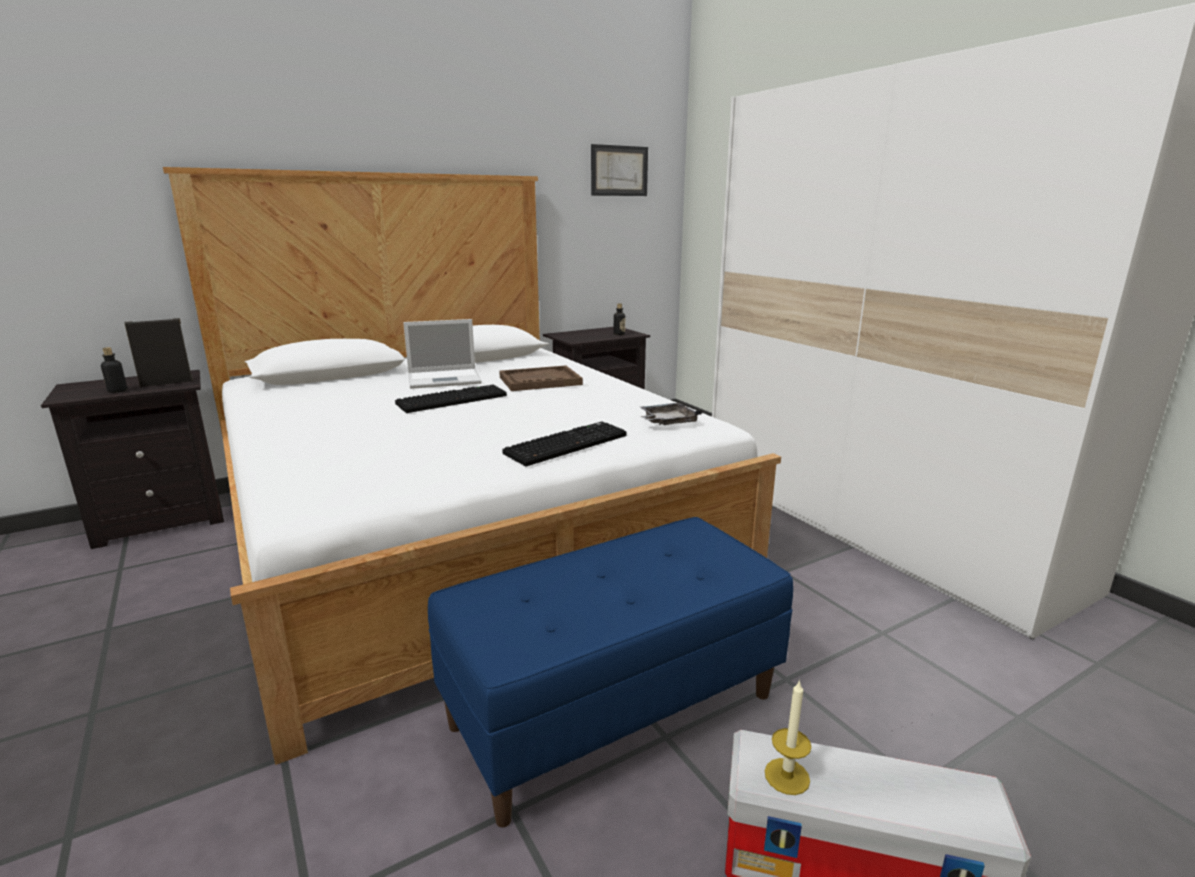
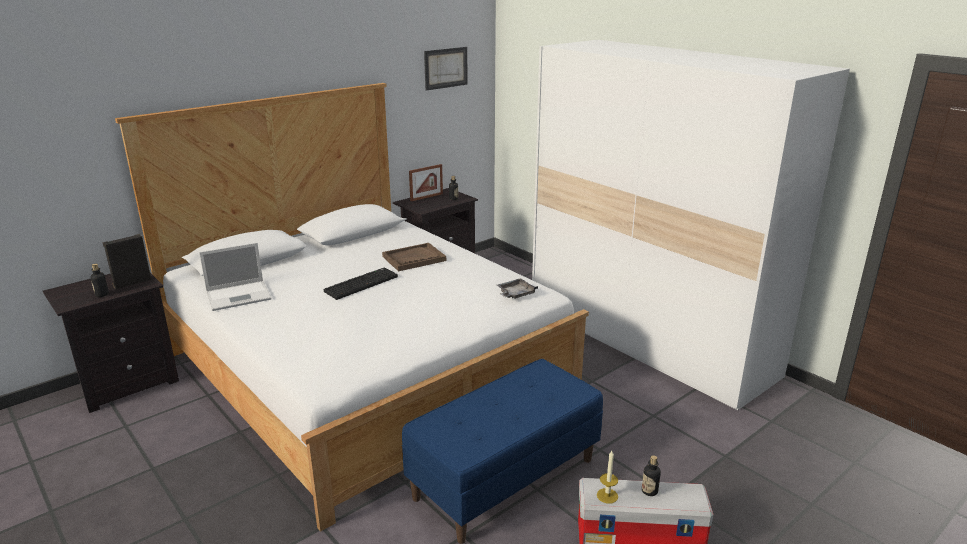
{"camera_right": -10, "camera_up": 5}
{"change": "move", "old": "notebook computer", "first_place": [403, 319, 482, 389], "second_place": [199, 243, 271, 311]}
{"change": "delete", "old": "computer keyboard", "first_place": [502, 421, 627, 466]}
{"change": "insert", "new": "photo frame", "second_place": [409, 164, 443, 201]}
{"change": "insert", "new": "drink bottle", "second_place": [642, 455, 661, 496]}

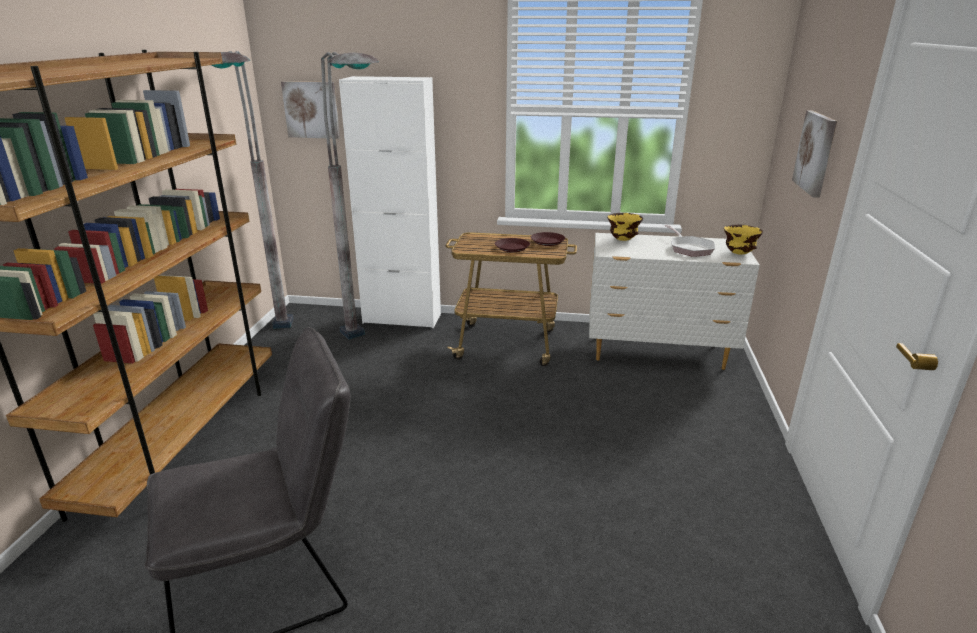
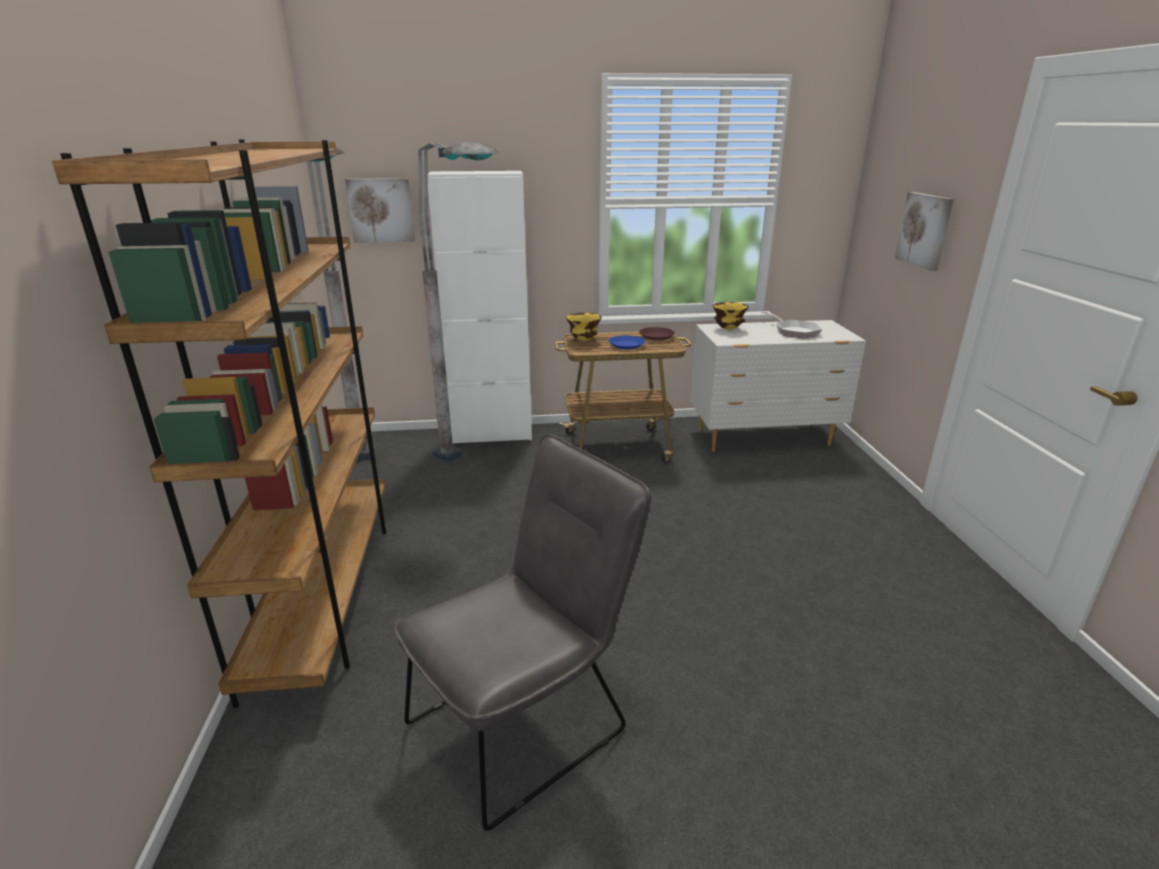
{"camera_right": -15, "camera_up": 0}
{"change": "move", "old": "yellow-coloured serving bowl", "first_place": [724, 224, 763, 255], "second_place": [566, 312, 602, 341]}
{"change": "recolor", "old": "brown flat dish", "new": "blue-coloured flat dish", "first_place": [495, 238, 530, 252], "second_place": [609, 335, 645, 350]}

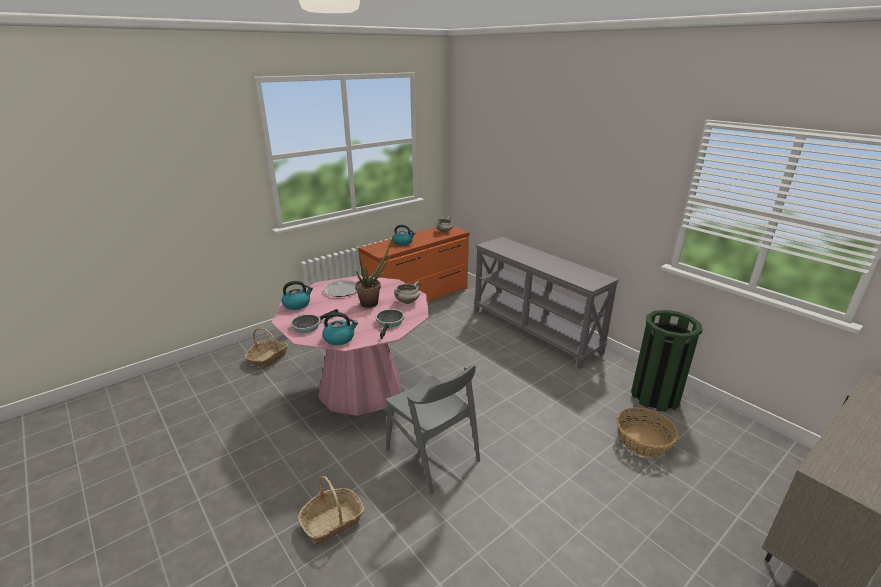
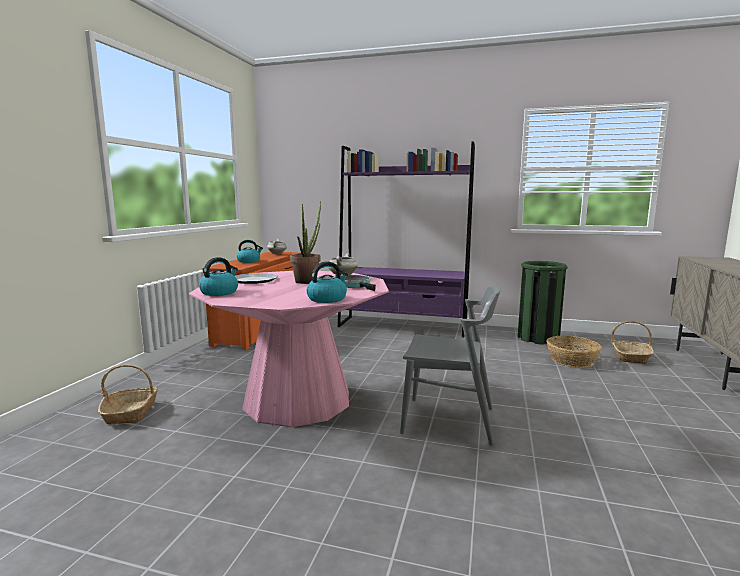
{"camera_right": -35, "camera_up": -15}
{"change": "replace", "old": "grey console table", "new": "purple-coloured shelving unit", "first_place": [474, 237, 619, 369], "second_place": [338, 141, 475, 337]}
{"change": "delete", "old": "pan", "first_place": [290, 309, 338, 333]}
{"change": "move", "old": "basket", "first_place": [298, 476, 365, 544], "second_place": [611, 321, 654, 364]}

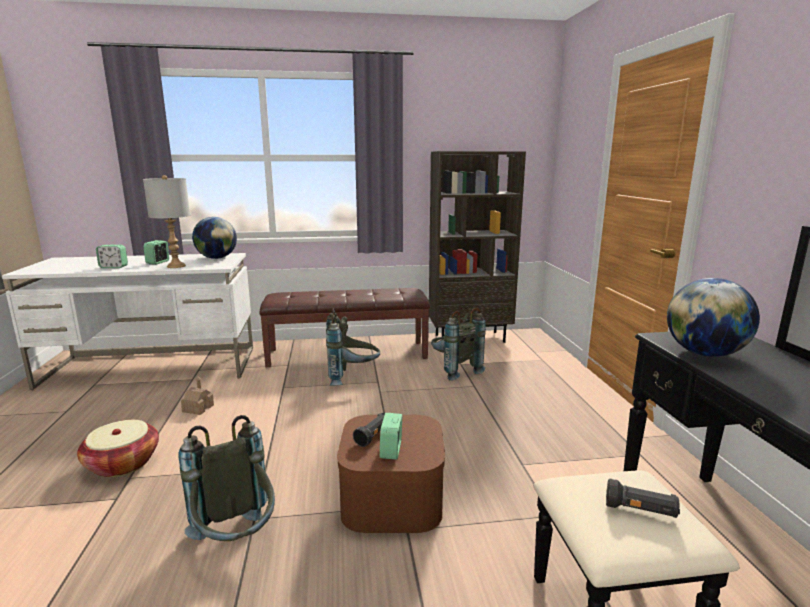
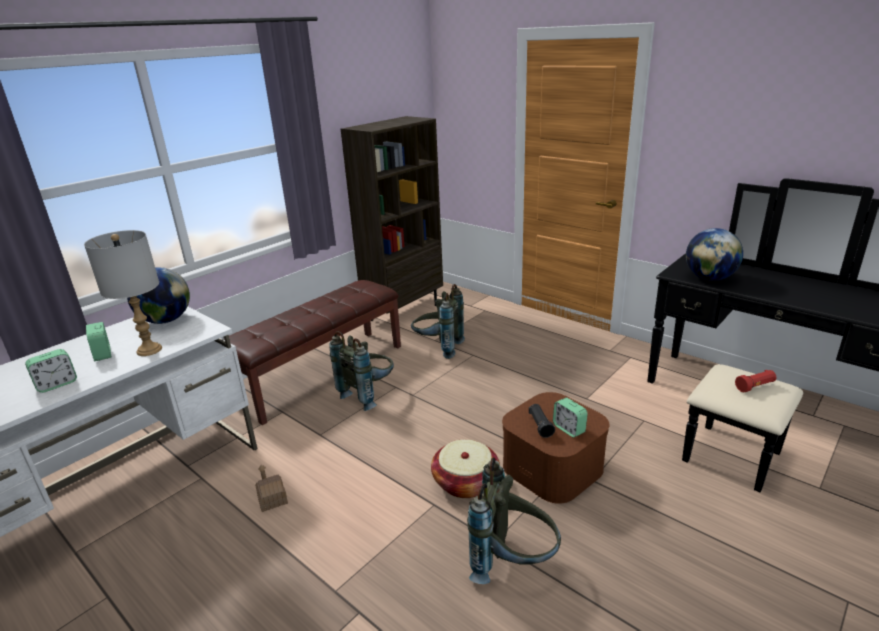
{"camera_right": -40, "camera_up": 10}
{"change": "move", "old": "basket", "first_place": [77, 420, 159, 477], "second_place": [431, 440, 500, 498]}
{"change": "recolor", "old": "blackish flashlight", "new": "reddish flashlight", "first_place": [606, 478, 680, 518], "second_place": [735, 370, 777, 392]}

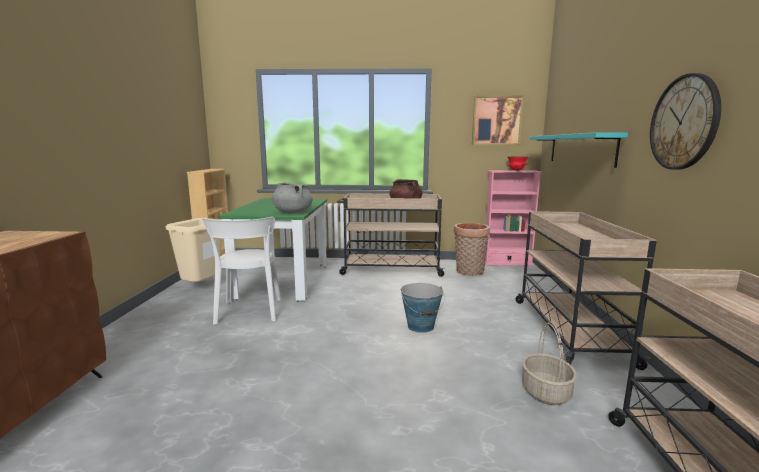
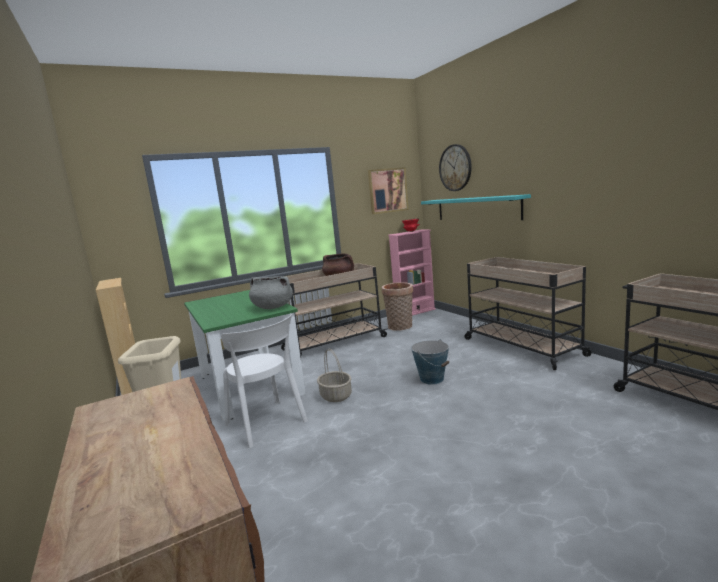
{"camera_right": -30, "camera_up": 0}
{"change": "move", "old": "hanging clock", "first_place": [650, 73, 721, 170], "second_place": [439, 144, 472, 191]}
{"change": "move", "old": "basket", "first_place": [522, 322, 577, 405], "second_place": [317, 348, 352, 402]}

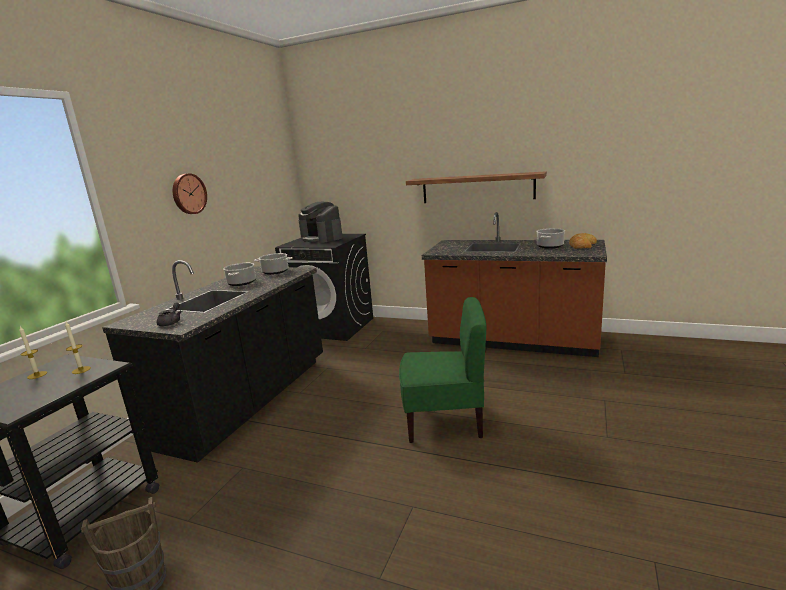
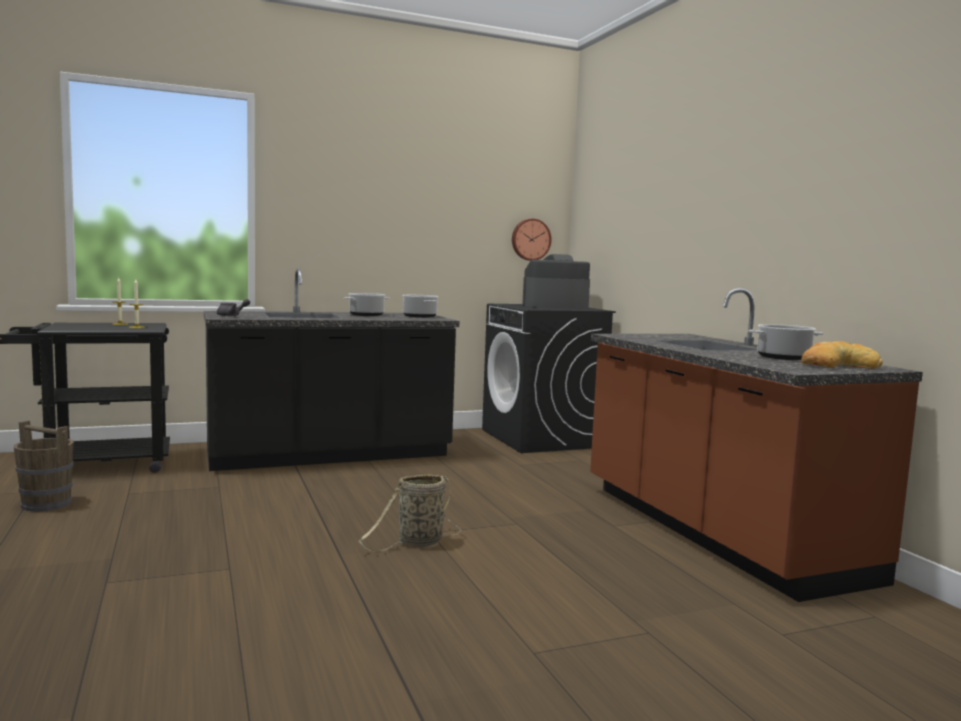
{"camera_right": 45, "camera_up": -10}
{"change": "delete", "old": "shelf", "first_place": [406, 171, 547, 203]}
{"change": "move", "old": "hanging clock", "first_place": [173, 173, 207, 214], "second_place": [512, 219, 552, 261]}
{"change": "rotate", "old": "coffee brewer", "first_place": [298, 202, 343, 243], "second_place": [522, 254, 590, 309], "degrees": 75}
{"change": "replace", "old": "green-coloured plain chair", "new": "basket", "first_place": [399, 297, 486, 443], "second_place": [359, 474, 461, 552]}

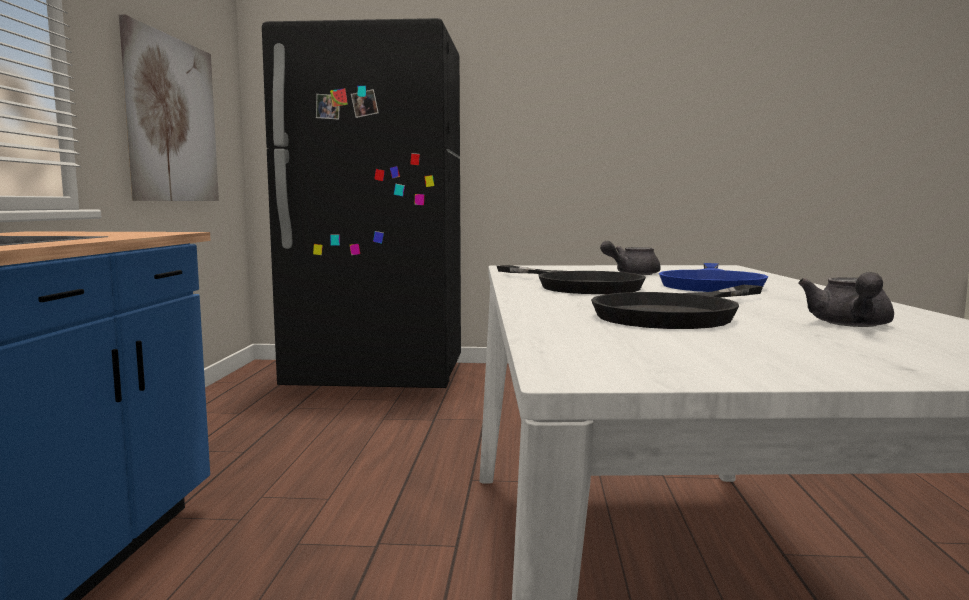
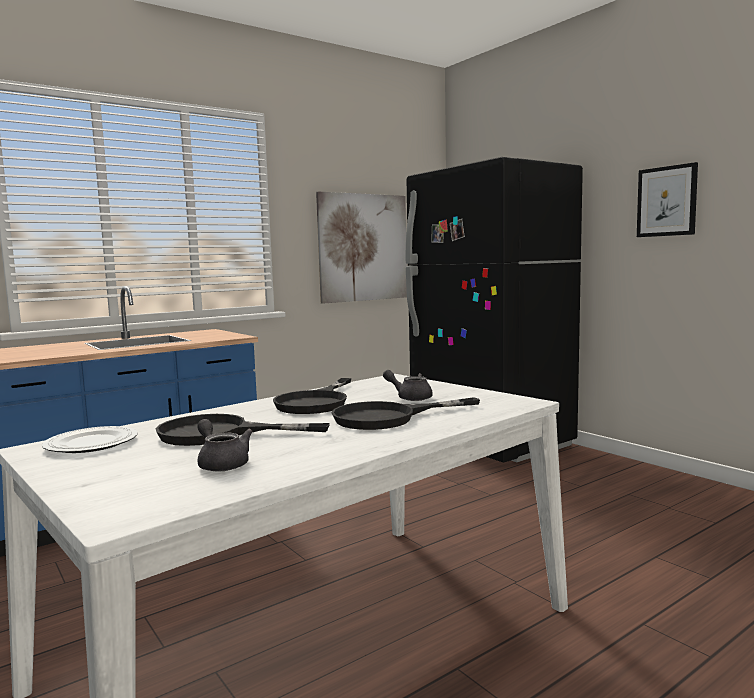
{"camera_right": 50, "camera_up": 0}
{"change": "recolor", "old": "blue-coloured pan", "new": "blackish pan", "first_place": [659, 263, 769, 292], "second_place": [331, 397, 480, 430]}
{"change": "rotate", "old": "grey tea pot", "first_place": [798, 272, 894, 327], "second_place": [197, 419, 253, 472], "degrees": 75}
{"change": "insert", "new": "wall picture", "second_place": [637, 162, 698, 237]}
{"change": "insert", "new": "flat dish", "second_place": [42, 426, 138, 453]}

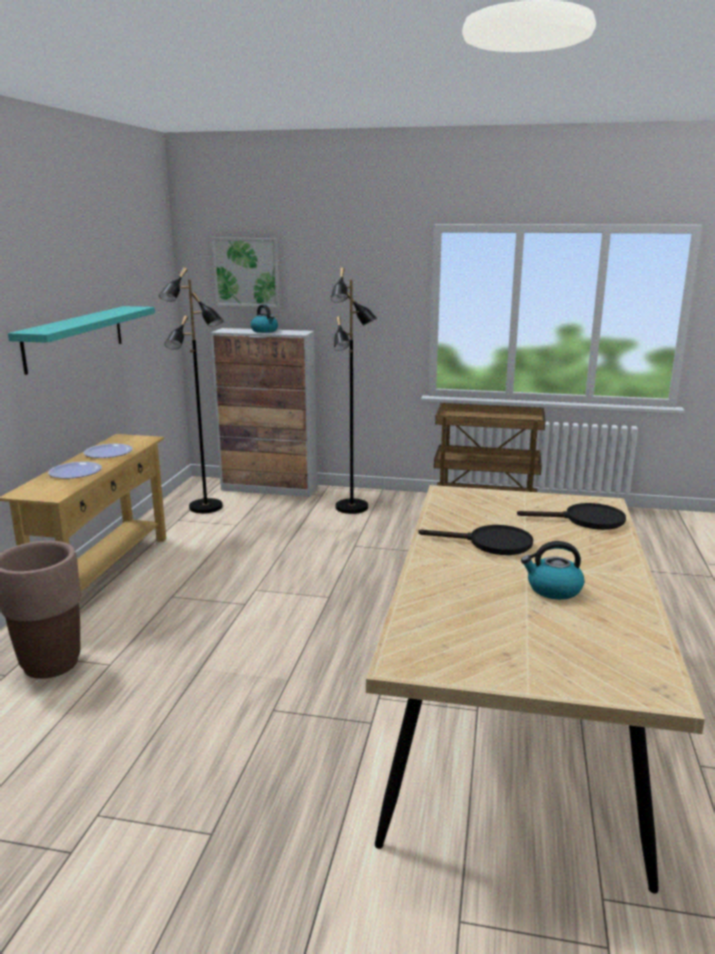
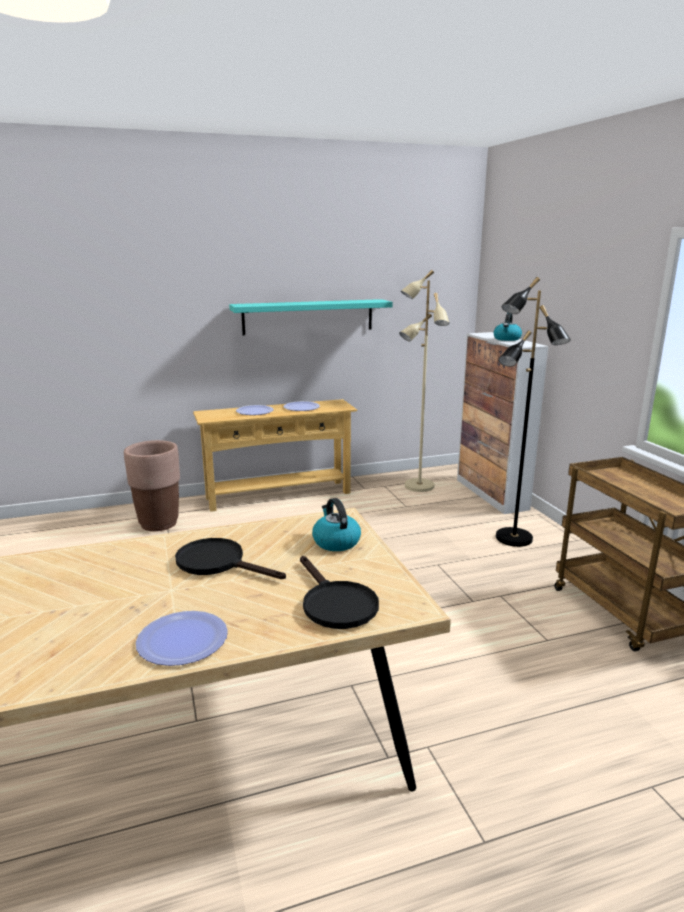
{"camera_right": 60, "camera_up": 0}
{"change": "delete", "old": "wall picture", "first_place": [212, 238, 280, 307]}
{"change": "recolor", "old": "blackish standing lamp", "new": "beige-coloured standing lamp", "first_place": [159, 267, 224, 513], "second_place": [399, 270, 450, 492]}
{"change": "rotate", "old": "blackish pan", "first_place": [418, 525, 533, 555], "second_place": [175, 538, 286, 579], "degrees": 135}
{"change": "move", "old": "kettle", "first_place": [521, 541, 584, 600], "second_place": [312, 498, 361, 551]}
{"change": "insert", "new": "flat dish", "second_place": [136, 611, 228, 666]}

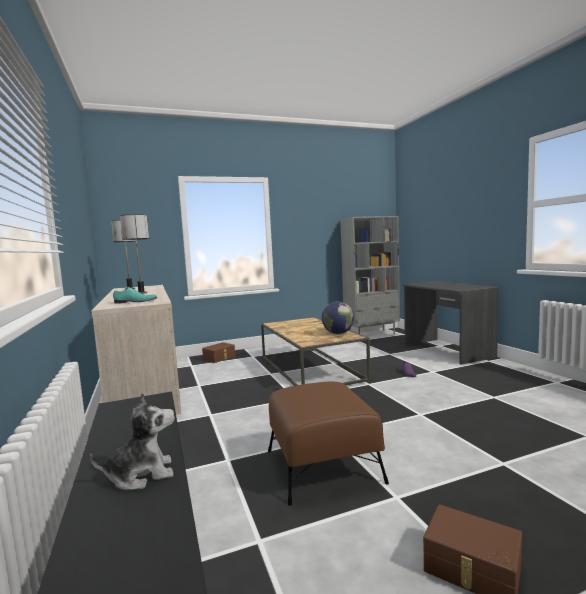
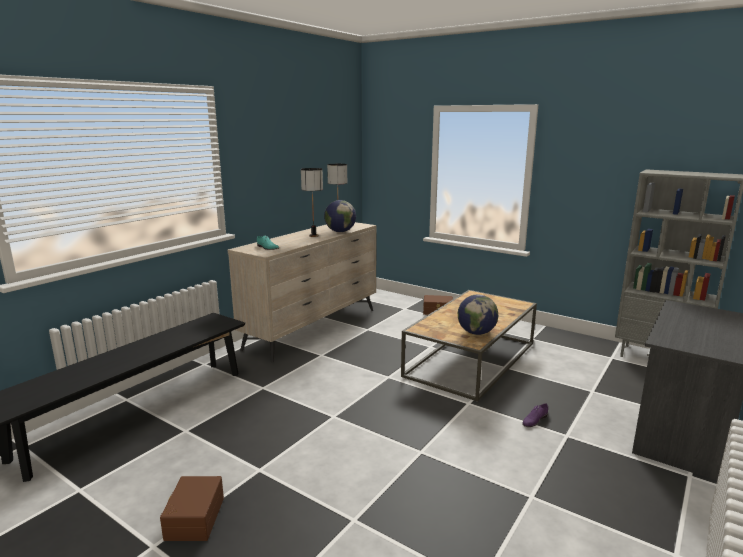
{"camera_right": 55, "camera_up": 10}
{"change": "delete", "old": "brown ottoman", "first_place": [268, 382, 389, 506]}
{"change": "delete", "old": "plush toy", "first_place": [90, 392, 175, 490]}
{"change": "insert", "new": "desk globe", "second_place": [324, 200, 356, 232]}

